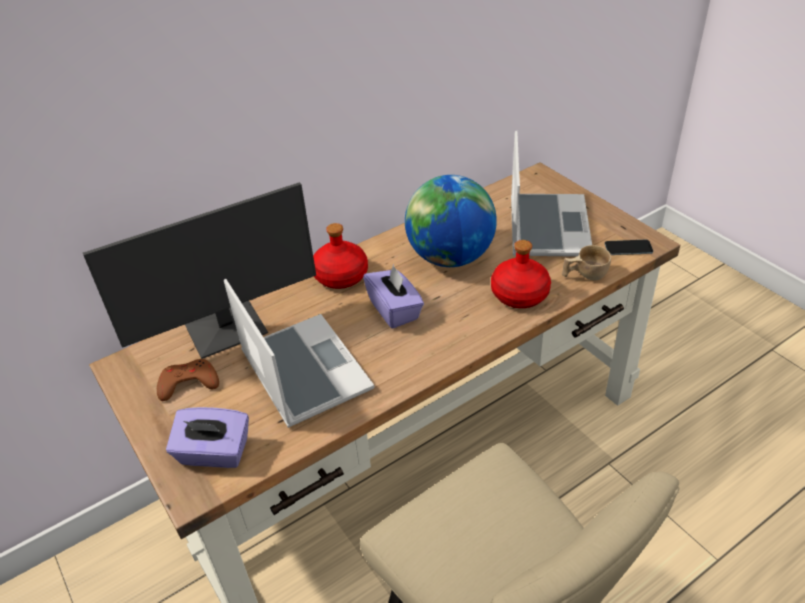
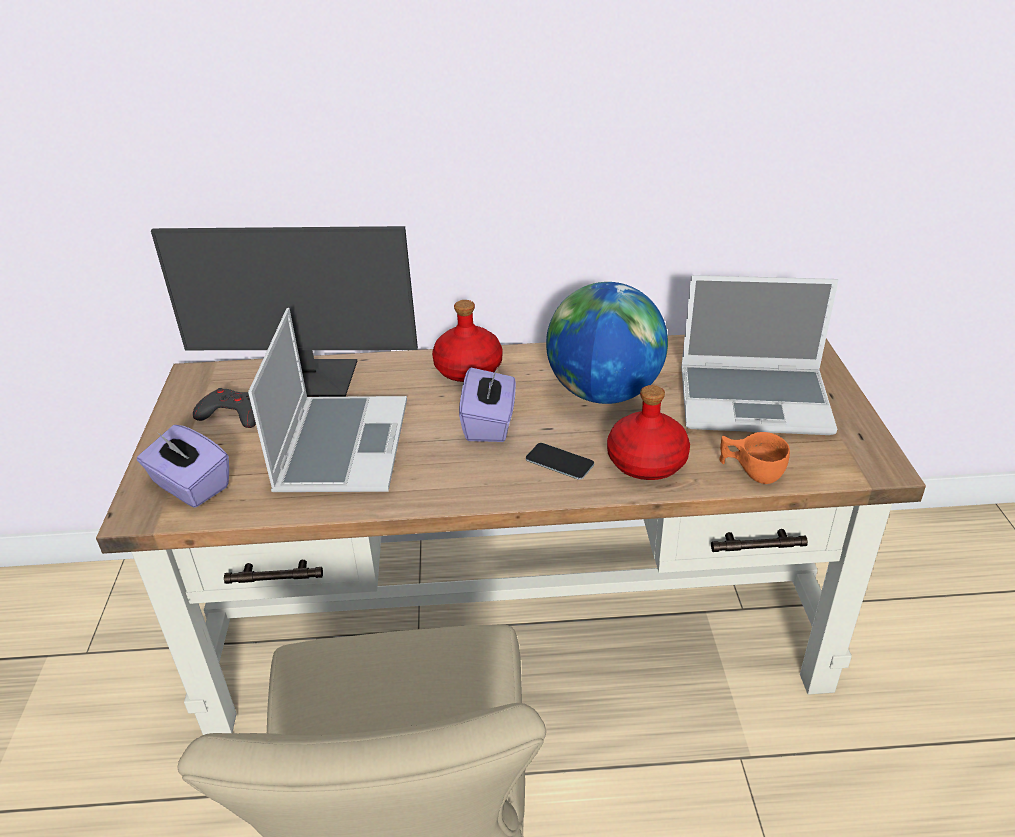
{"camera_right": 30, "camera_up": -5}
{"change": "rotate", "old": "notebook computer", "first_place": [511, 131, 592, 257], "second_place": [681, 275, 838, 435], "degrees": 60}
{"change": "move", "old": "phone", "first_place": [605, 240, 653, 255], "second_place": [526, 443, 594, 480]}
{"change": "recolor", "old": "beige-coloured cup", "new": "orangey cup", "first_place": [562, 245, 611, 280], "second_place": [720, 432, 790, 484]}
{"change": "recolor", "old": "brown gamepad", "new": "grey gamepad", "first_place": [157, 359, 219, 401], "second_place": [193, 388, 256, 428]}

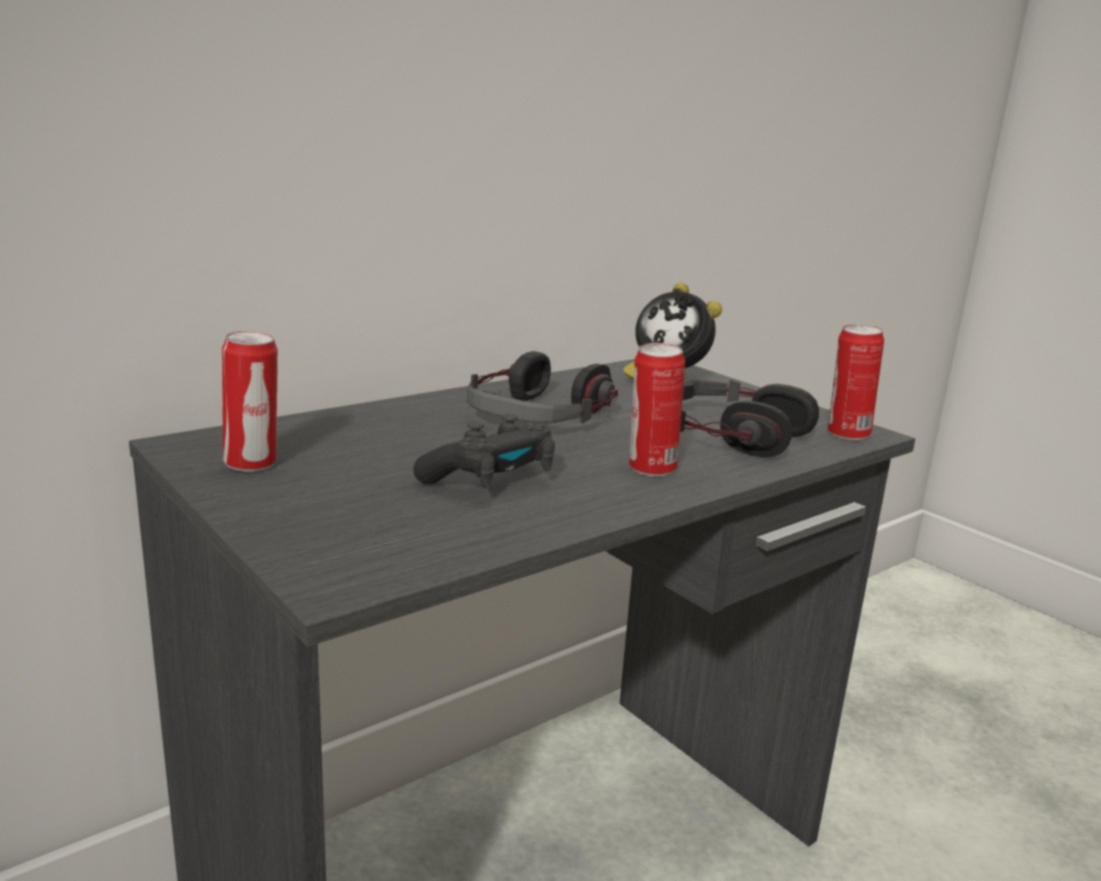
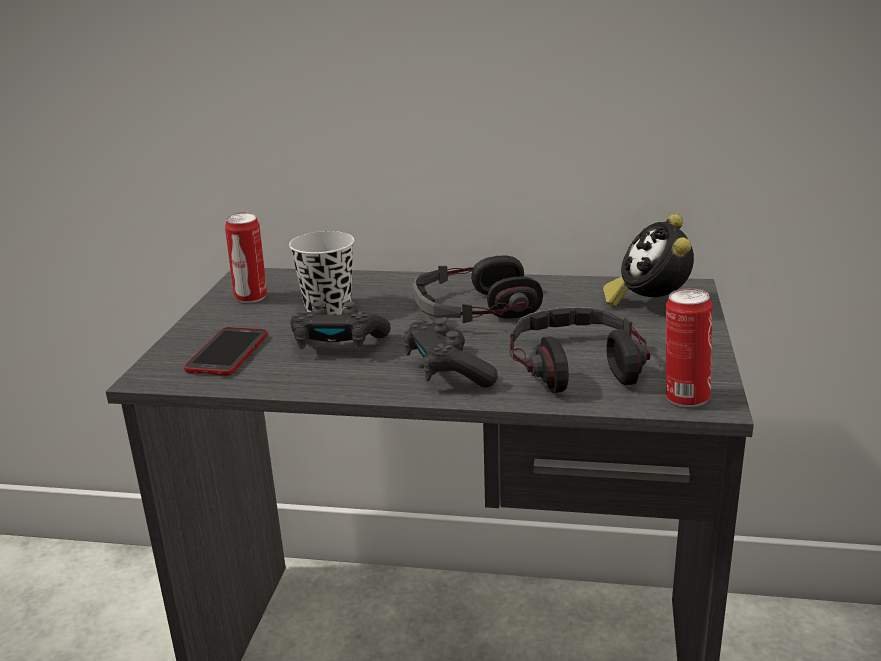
{"camera_right": 50, "camera_up": 5}
{"change": "replace", "old": "metal can", "new": "blackish gamepad", "first_place": [629, 343, 685, 476], "second_place": [404, 318, 498, 388]}
{"change": "insert", "new": "blackish cup", "second_place": [289, 231, 354, 315]}
{"change": "insert", "new": "phone", "second_place": [184, 327, 267, 376]}

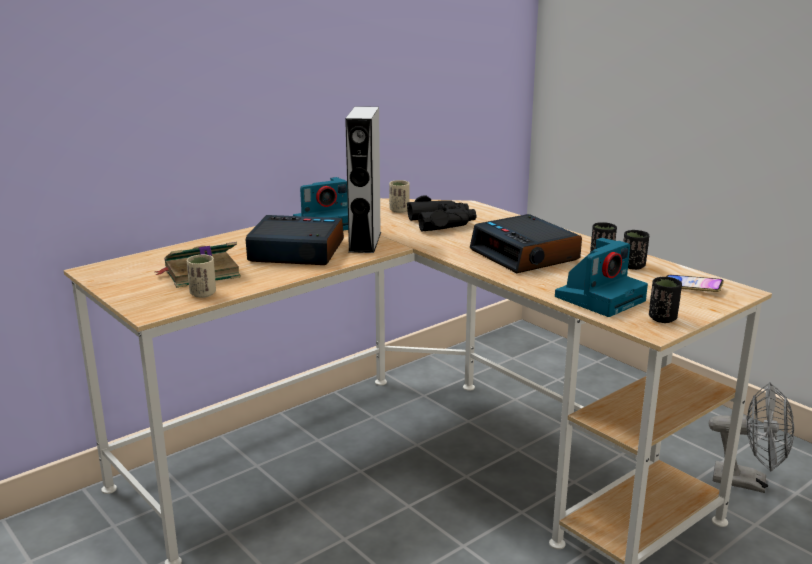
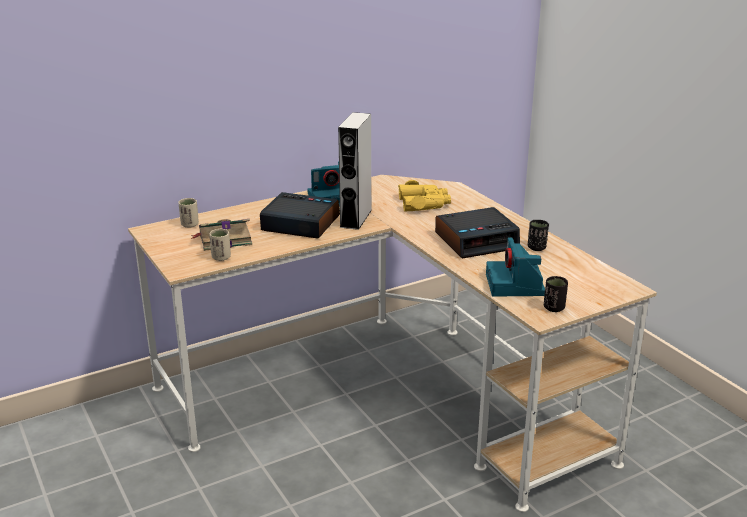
{"camera_right": 10, "camera_up": 5}
{"change": "move", "old": "beige-coloured cup", "first_place": [389, 180, 410, 213], "second_place": [178, 198, 199, 228]}
{"change": "recolor", "old": "blackish binoculars", "new": "yellow-coloured binoculars", "first_place": [407, 195, 476, 231], "second_place": [398, 180, 451, 212]}
{"change": "rotate", "old": "table clock", "first_place": [470, 214, 582, 273], "second_place": [435, 207, 520, 258], "degrees": -90}
{"change": "delete", "old": "blackish cup", "first_place": [623, 230, 649, 270]}
{"change": "rotate", "old": "photo camera", "first_place": [555, 238, 648, 317], "second_place": [486, 237, 545, 296], "degrees": 120}
{"change": "delete", "old": "phone", "first_place": [666, 275, 724, 292]}
{"change": "delete", "old": "grey electric fan", "first_place": [709, 382, 794, 493]}

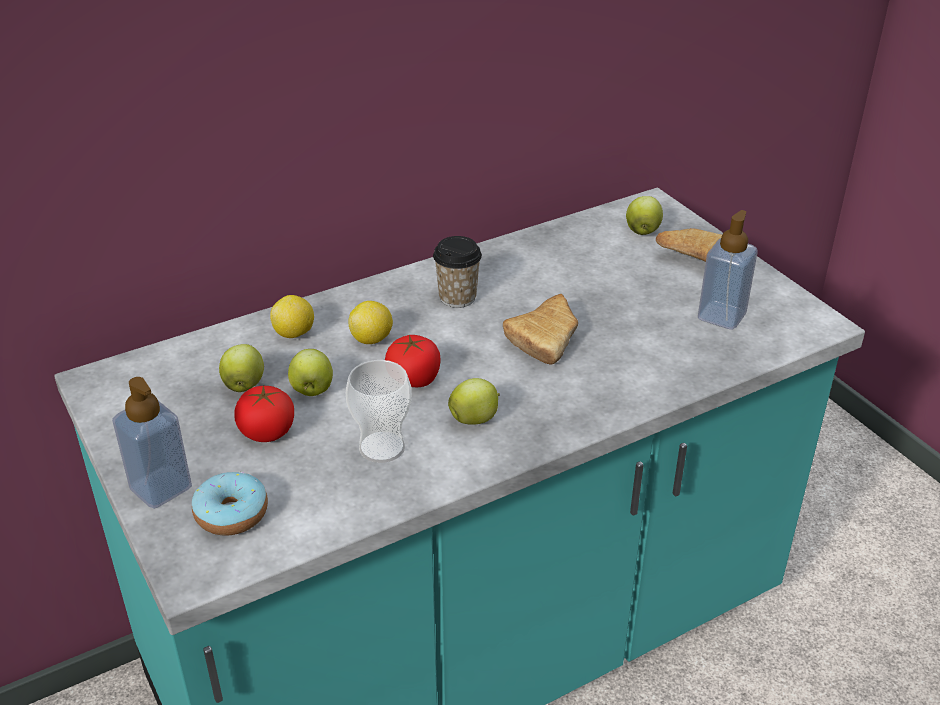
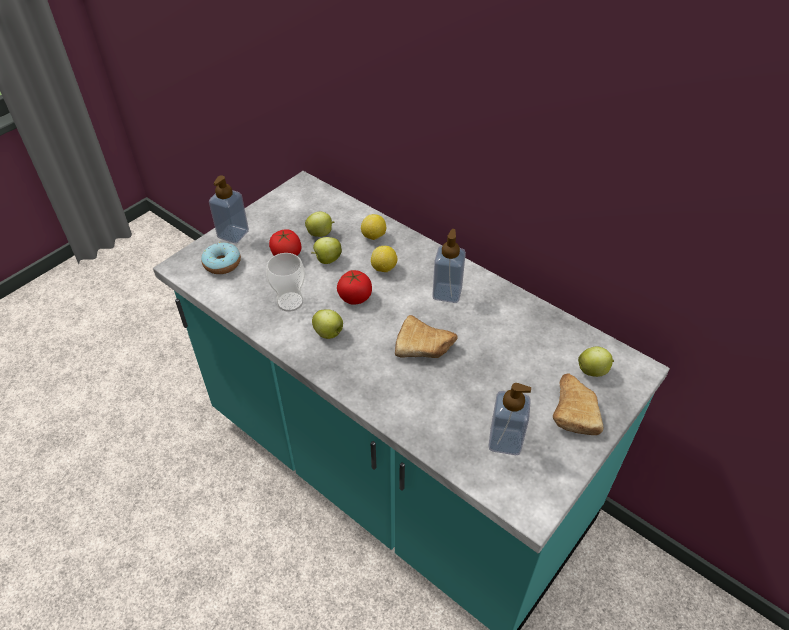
{"camera_right": 70, "camera_up": 10}
{"change": "replace", "old": "cup", "new": "soap dispenser", "first_place": [433, 236, 482, 308], "second_place": [432, 229, 466, 303]}

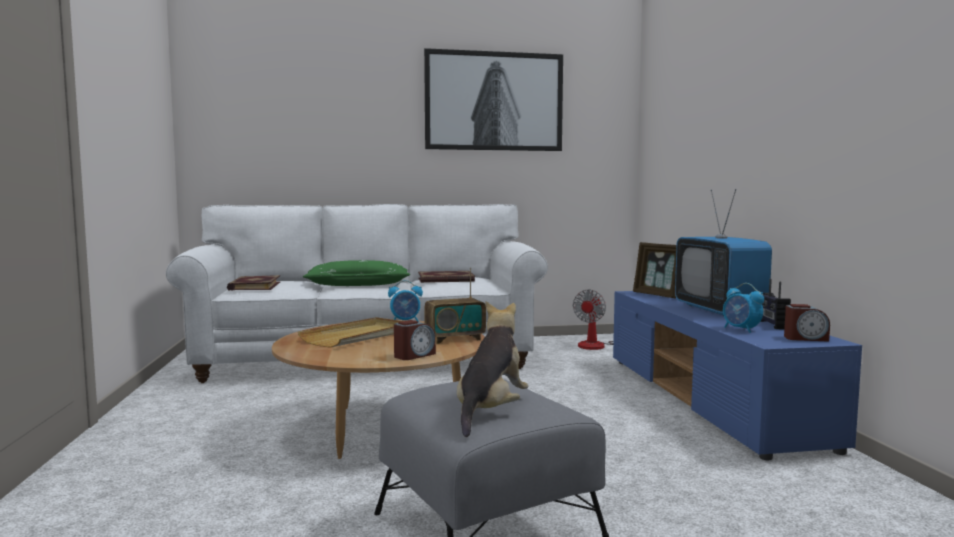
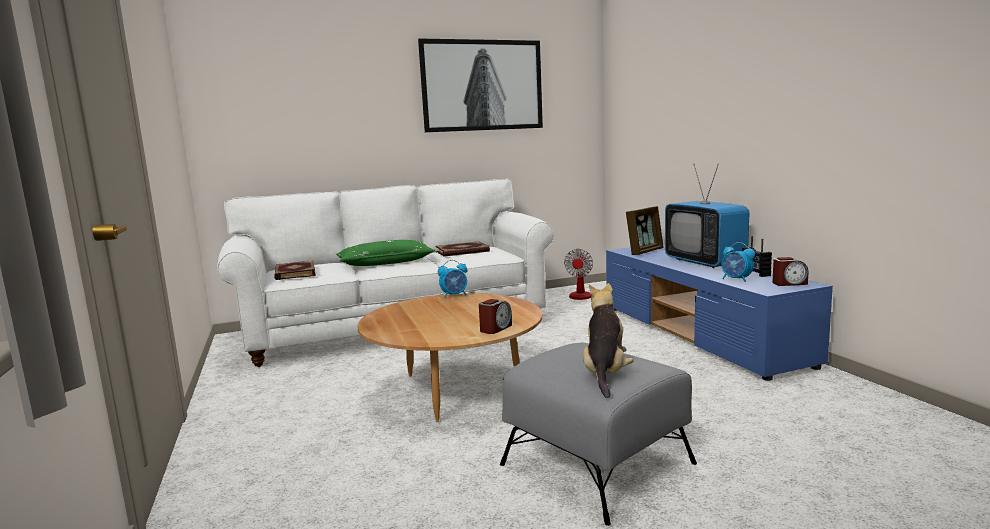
{"camera_right": -10, "camera_up": 5}
{"change": "rotate", "old": "photo frame", "first_place": [633, 242, 677, 298], "second_place": [626, 206, 663, 255], "degrees": -90}
{"change": "delete", "old": "radio receiver", "first_place": [424, 268, 486, 344]}
{"change": "delete", "old": "beige-coloured tray", "first_place": [298, 317, 402, 348]}

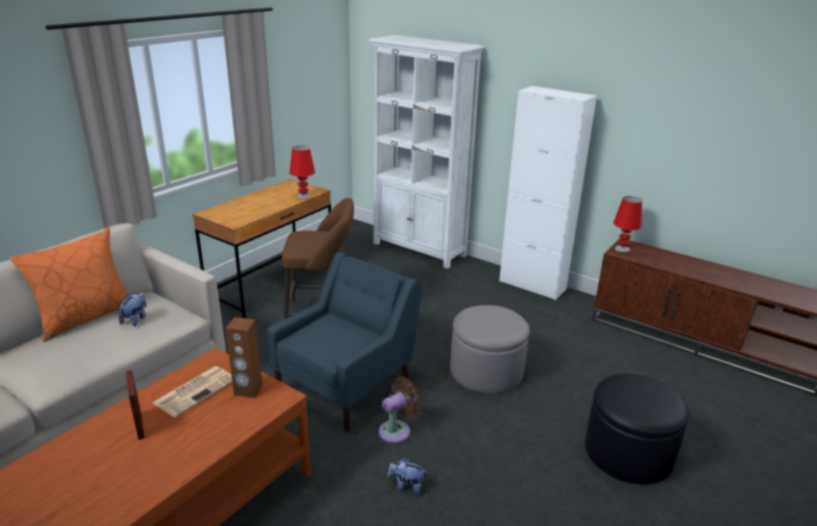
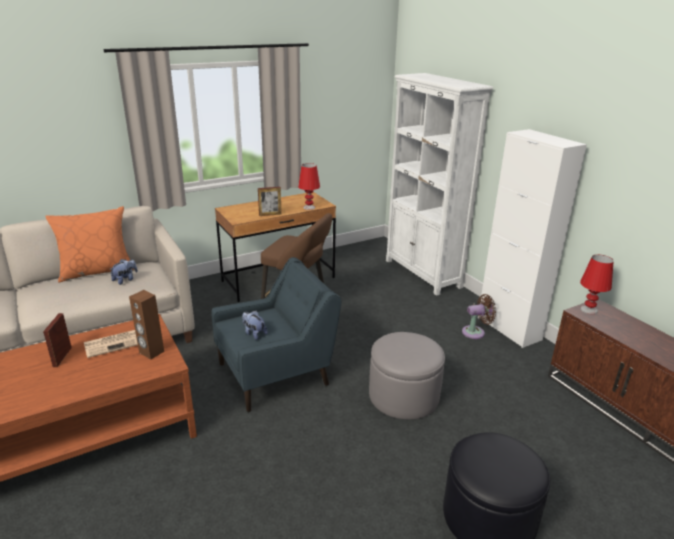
{"camera_right": 25, "camera_up": 0}
{"change": "move", "old": "brown electric fan", "first_place": [379, 377, 422, 444], "second_place": [462, 294, 496, 339]}
{"change": "move", "old": "plush toy", "first_place": [388, 457, 427, 495], "second_place": [242, 311, 268, 340]}
{"change": "insert", "new": "photo frame", "second_place": [258, 187, 282, 216]}

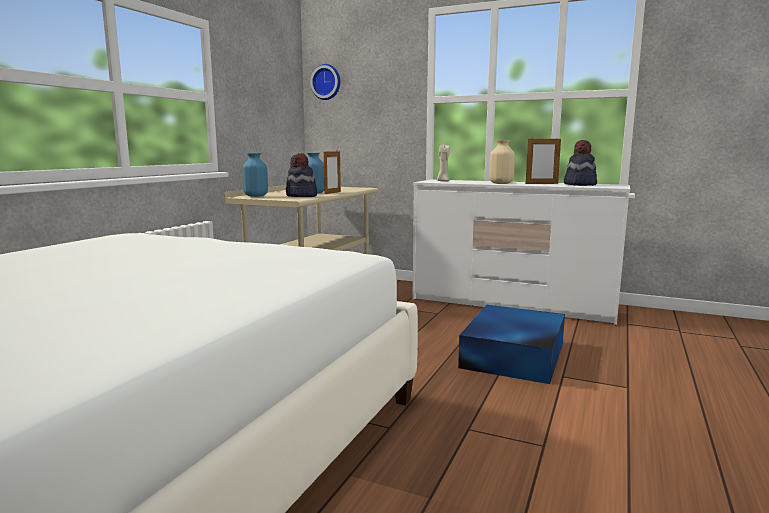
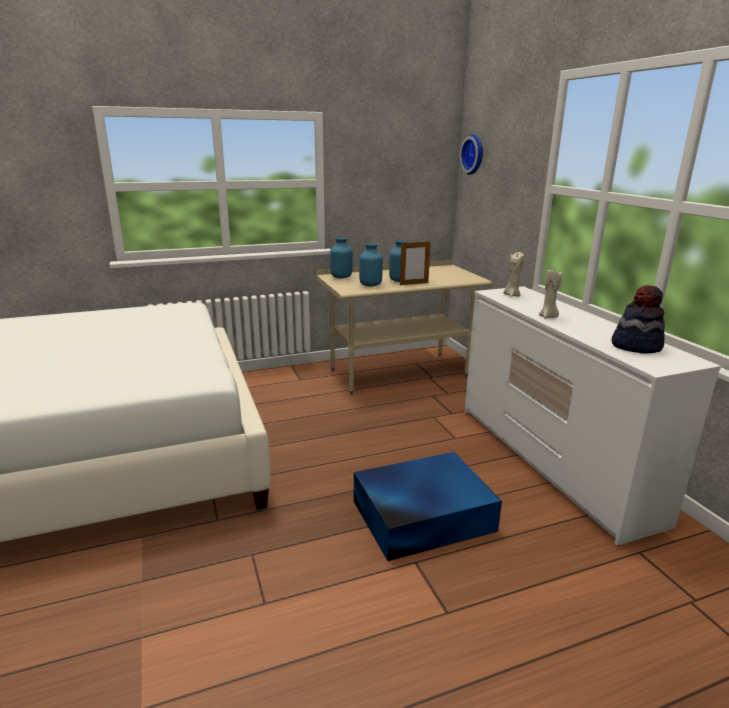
{"camera_right": 45, "camera_up": 10}
{"change": "delete", "old": "photo frame", "first_place": [526, 137, 561, 184]}
{"change": "replace", "old": "beige-coloured decorative vase", "new": "beige-coloured candle", "first_place": [489, 140, 515, 184], "second_place": [539, 269, 562, 319]}
{"change": "replace", "old": "clothing hat", "new": "blue-coloured decorative vase", "first_place": [286, 153, 317, 197], "second_place": [359, 243, 383, 286]}

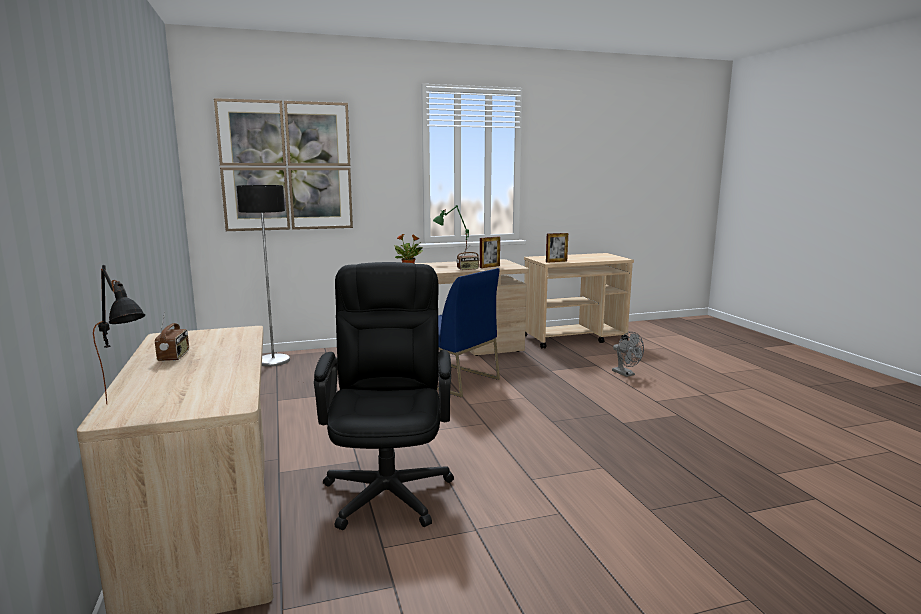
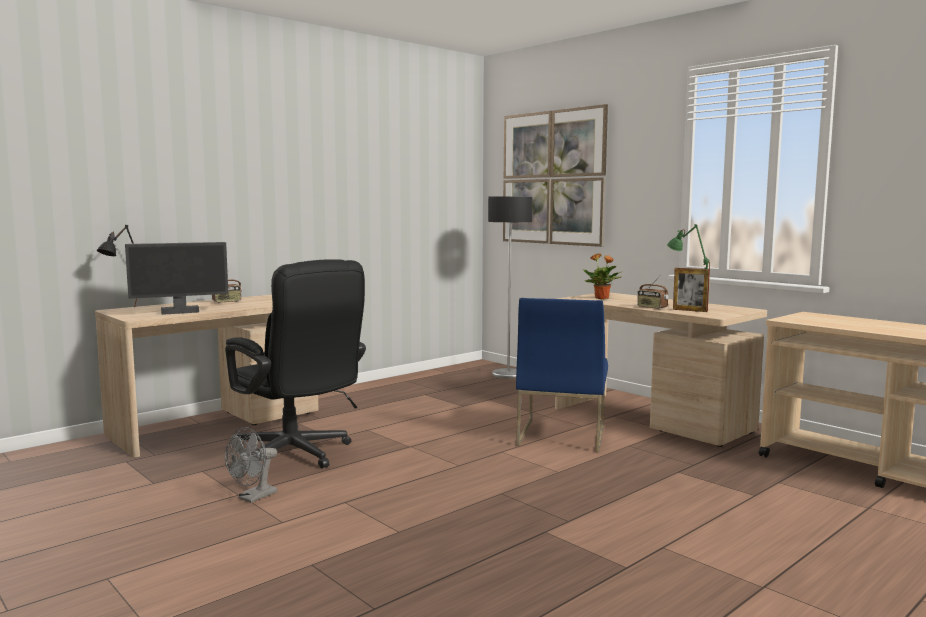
{"camera_right": 65, "camera_up": -5}
{"change": "delete", "old": "photo frame", "first_place": [546, 233, 568, 263]}
{"change": "rotate", "old": "blackish computer chair", "first_place": [314, 262, 454, 530], "second_place": [225, 259, 366, 468], "degrees": 75}
{"change": "move", "old": "grey electric fan", "first_place": [612, 332, 644, 377], "second_place": [225, 427, 277, 503]}
{"change": "insert", "new": "monitor", "second_place": [125, 242, 228, 315]}

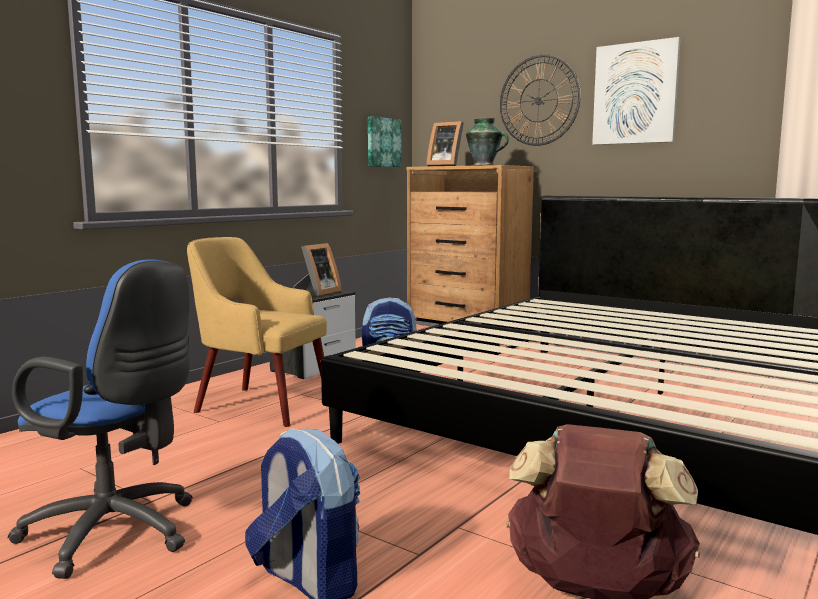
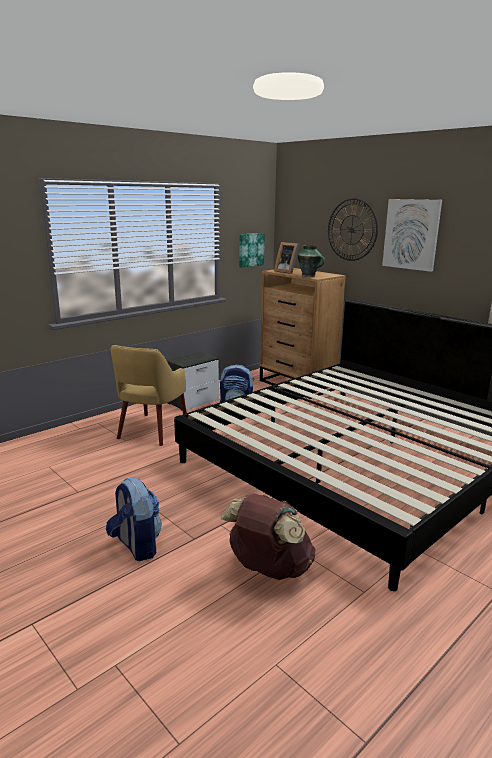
{"camera_right": 10, "camera_up": 10}
{"change": "rotate", "old": "yellow-coloured easy chair", "first_place": [187, 237, 327, 427], "second_place": [111, 345, 187, 446], "degrees": -105}
{"change": "delete", "old": "photo frame", "first_place": [293, 243, 342, 297]}
{"change": "delete", "old": "blue-coloured computer chair", "first_place": [8, 259, 193, 579]}

